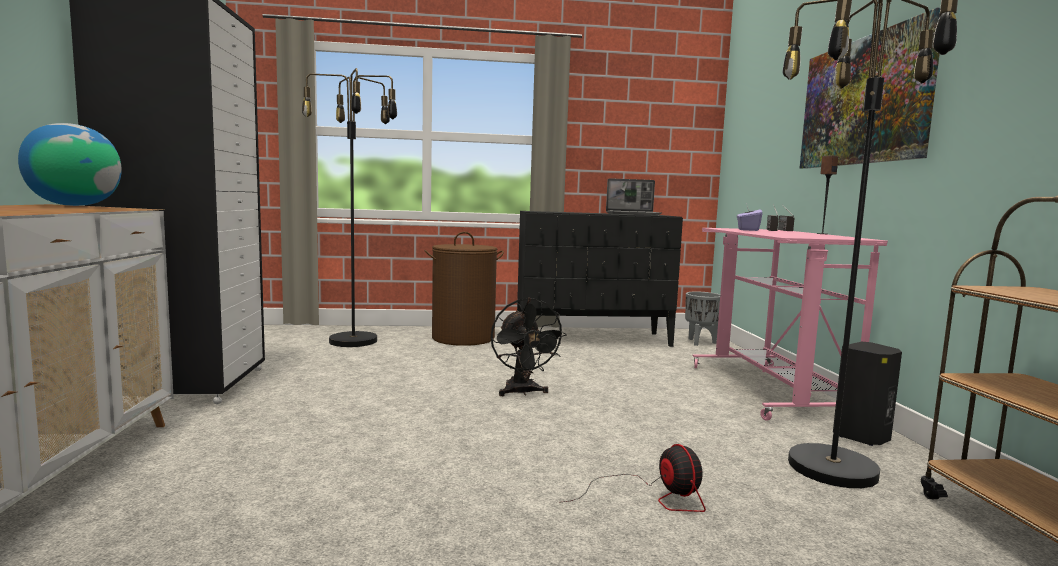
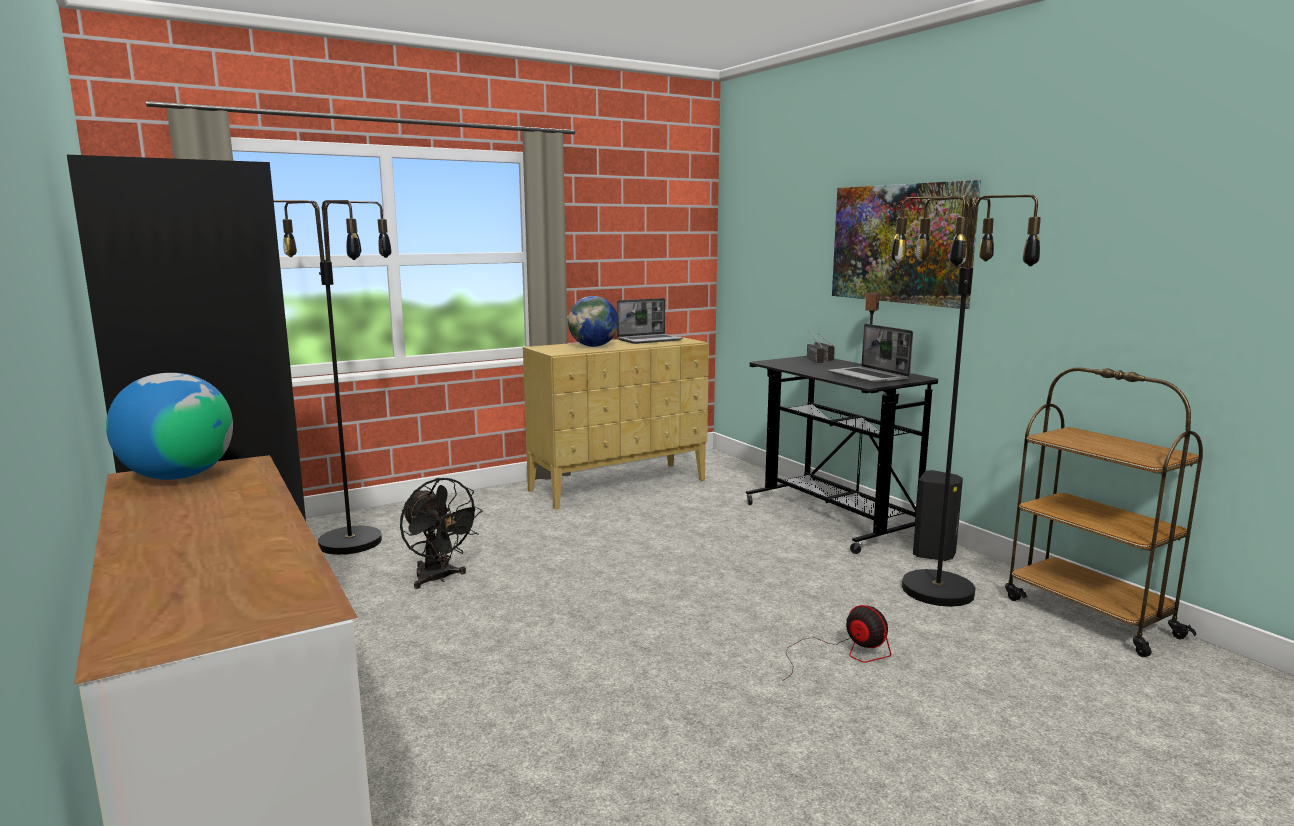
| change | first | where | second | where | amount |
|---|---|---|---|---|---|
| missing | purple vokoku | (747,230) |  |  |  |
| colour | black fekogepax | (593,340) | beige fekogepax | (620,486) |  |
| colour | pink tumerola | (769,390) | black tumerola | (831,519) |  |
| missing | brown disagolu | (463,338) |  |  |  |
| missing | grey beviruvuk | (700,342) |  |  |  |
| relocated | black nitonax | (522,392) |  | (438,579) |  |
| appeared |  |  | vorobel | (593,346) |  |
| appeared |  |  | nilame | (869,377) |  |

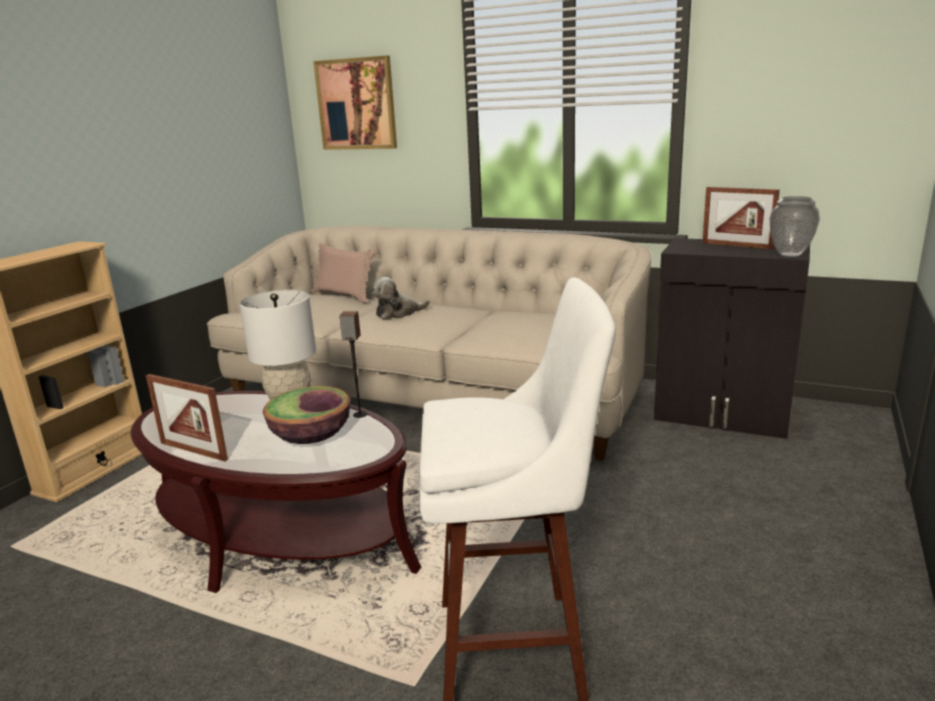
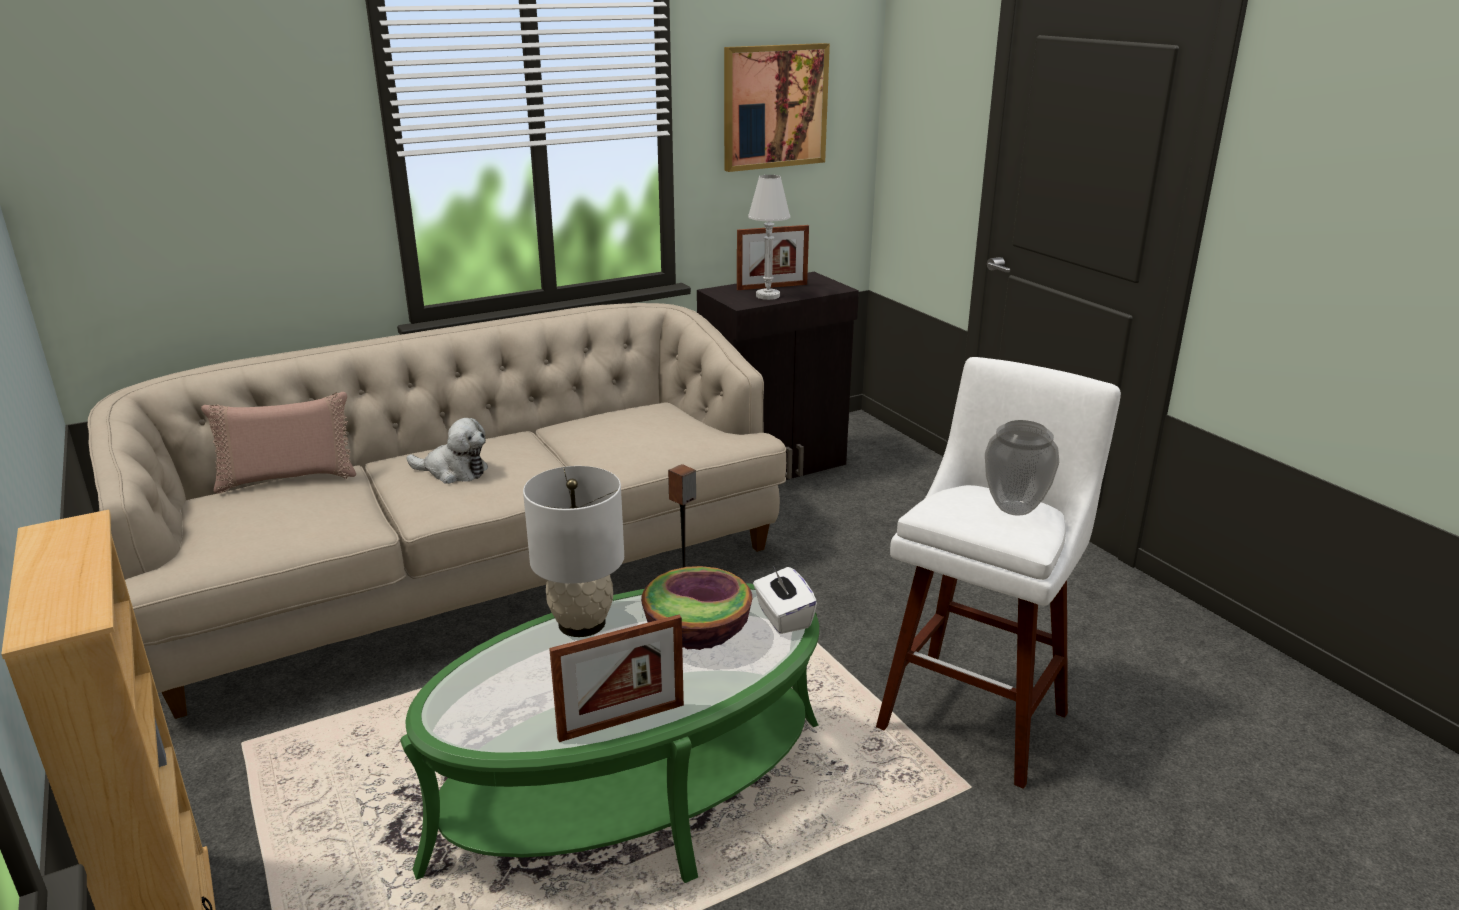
| change | first | where | second | where | amount |
|---|---|---|---|---|---|
| relocated | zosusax | (356,104) |  | (774,106) |  |
| relocated | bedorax | (790,254) |  | (1013,508) |  |
| spun | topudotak | (398,313) |  | (453,471) | 90 degrees counterclockwise |
| colour | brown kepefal | (280,533) | green kepefal | (632,791) |  |
| appeared |  |  | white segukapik | (768,296) |  |
| appeared |  |  | white vokoku | (783,617) |  |

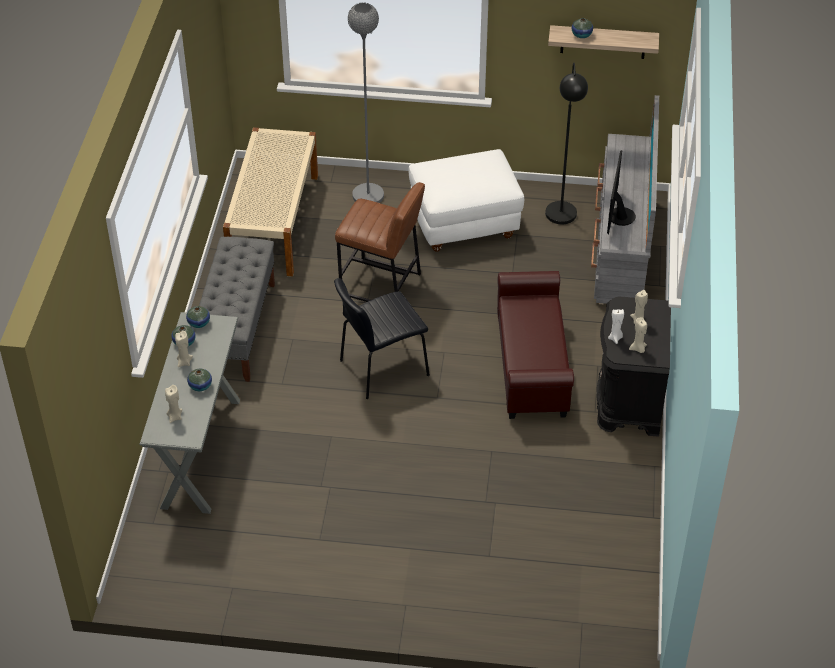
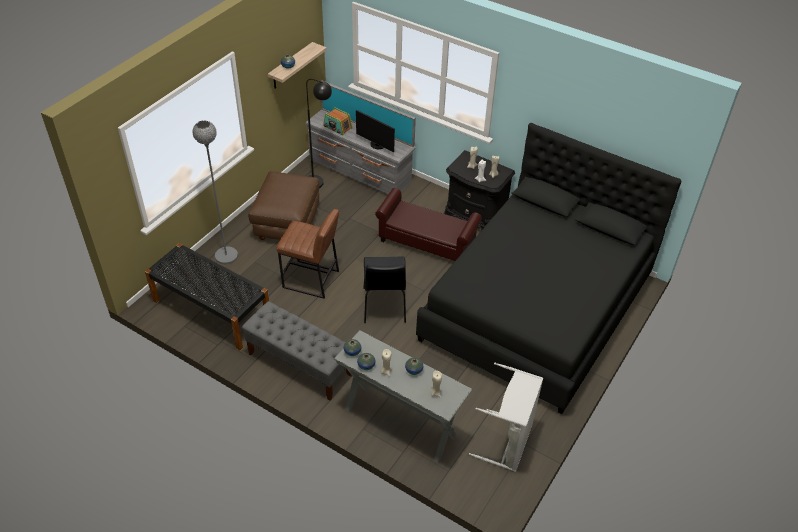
| change | first | where | second | where | amount |
|---|---|---|---|---|---|
| colour | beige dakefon | (273,222) | black dakefon | (211,310) |  |
| colour | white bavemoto | (465,222) | brown bavemoto | (287,223) |  |
| spun | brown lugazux | (381,284) |  | (312,279) | 60 degrees clockwise |
| appeared |  |  | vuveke | (337,127) |  |
| appeared |  |  | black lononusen | (537,307) |  |
| appeared |  |  | grey disagolu | (508,442) |  |

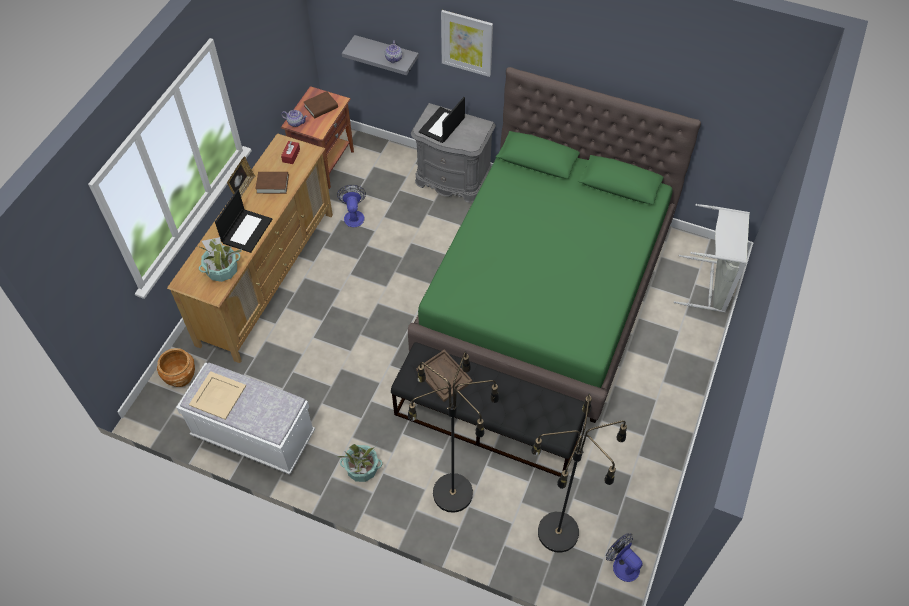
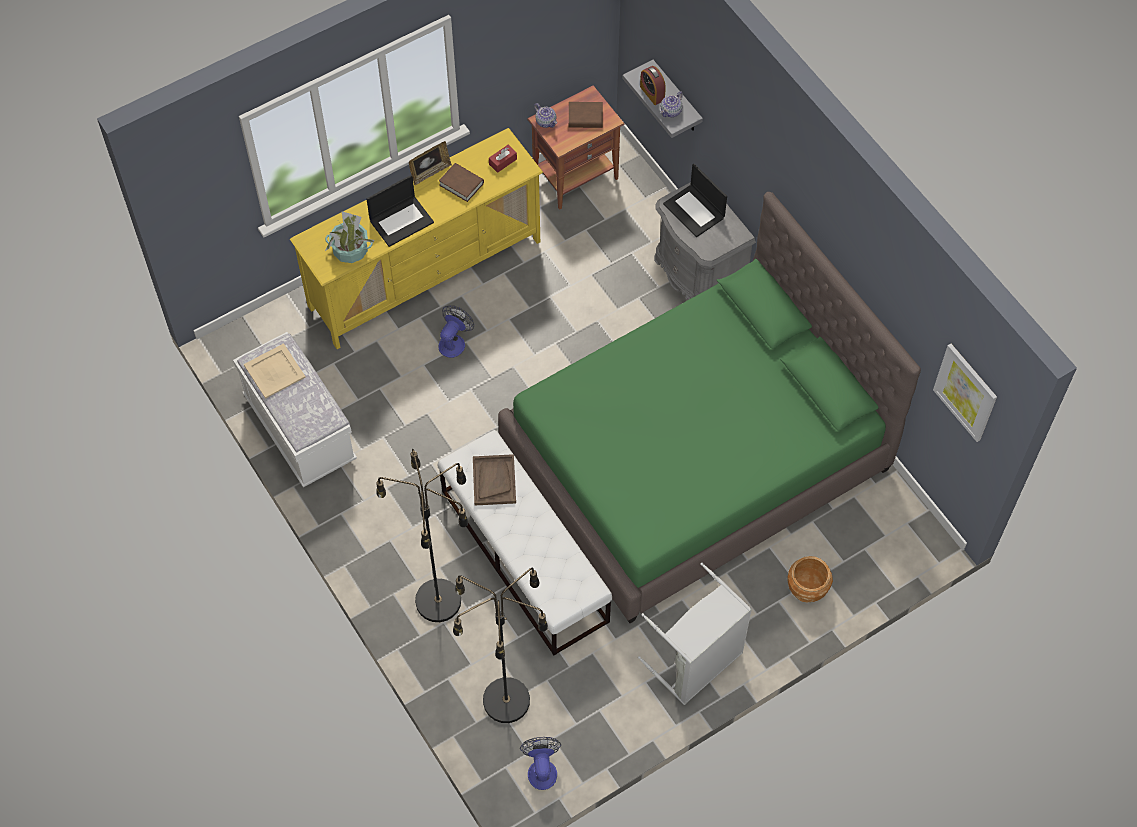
| change | first | where | second | where | amount |
|---|---|---|---|---|---|
| relocated | zosusax | (467,43) |  | (965,392) |  |
| spun | nilame | (442,126) |  | (695,211) | 105 degrees counterclockwise |
| colour | brown fekogepax | (267,277) | yellow fekogepax | (425,274) |  |
| relocated | nitonax | (353,215) |  | (454,341) |  |
| relocated | grey disagolu | (709,285) |  | (697,663) |  |
| colour | black dakefon | (488,423) | white dakefon | (524,556) |  |
| relocated | brown beviruvuk | (180,376) |  | (807,589) |  |
| missing | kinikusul | (362,468) |  |  |  |
| appeared |  |  | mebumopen | (652,93) |  |

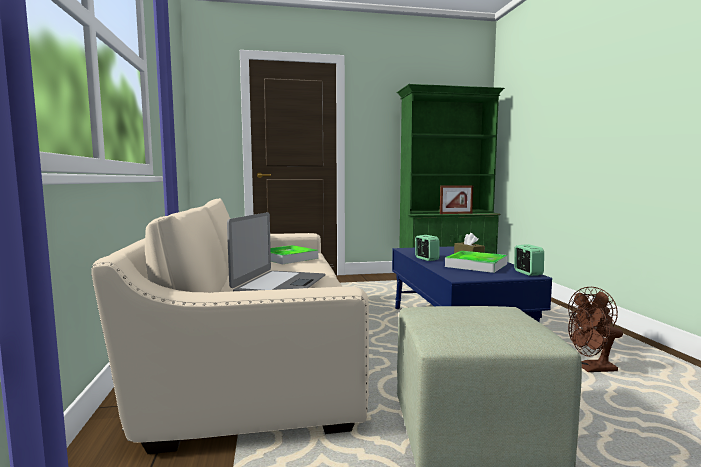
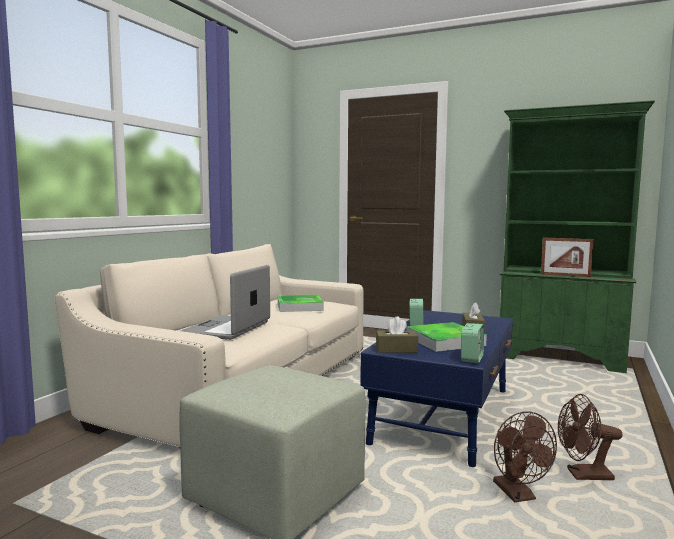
| change | first | where | second | where | amount |
|---|---|---|---|---|---|
| spun | nilame | (280,285) |  | (228,328) | 150 degrees clockwise |
| spun | brown nitonax | (591,369) |  | (518,495) | 135 degrees counterclockwise |
| appeared |  |  | brown vokoku | (396,349) |  |

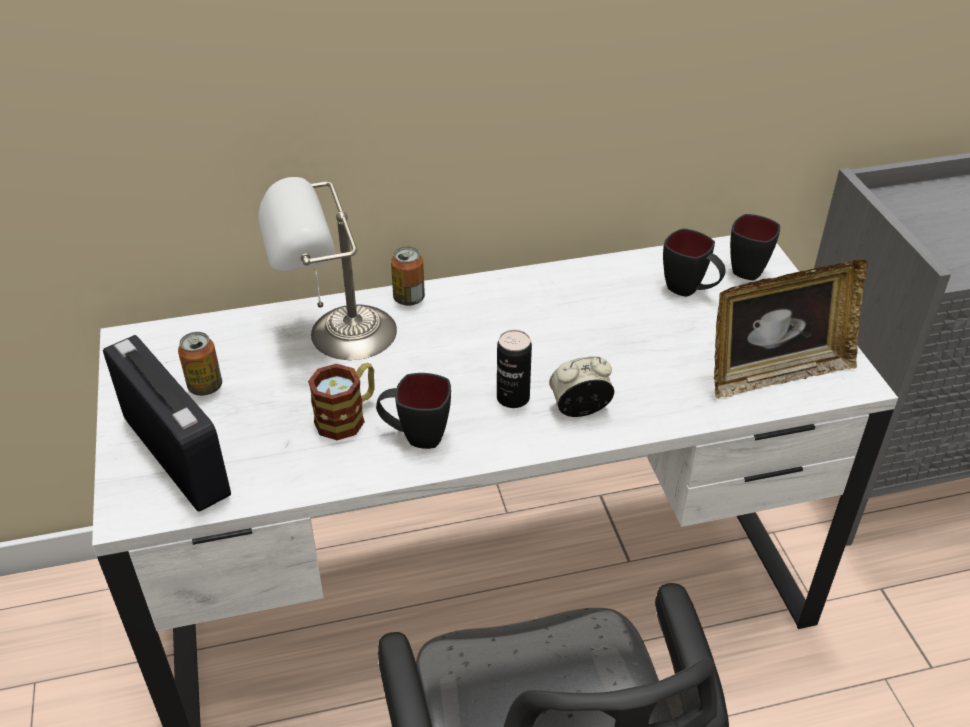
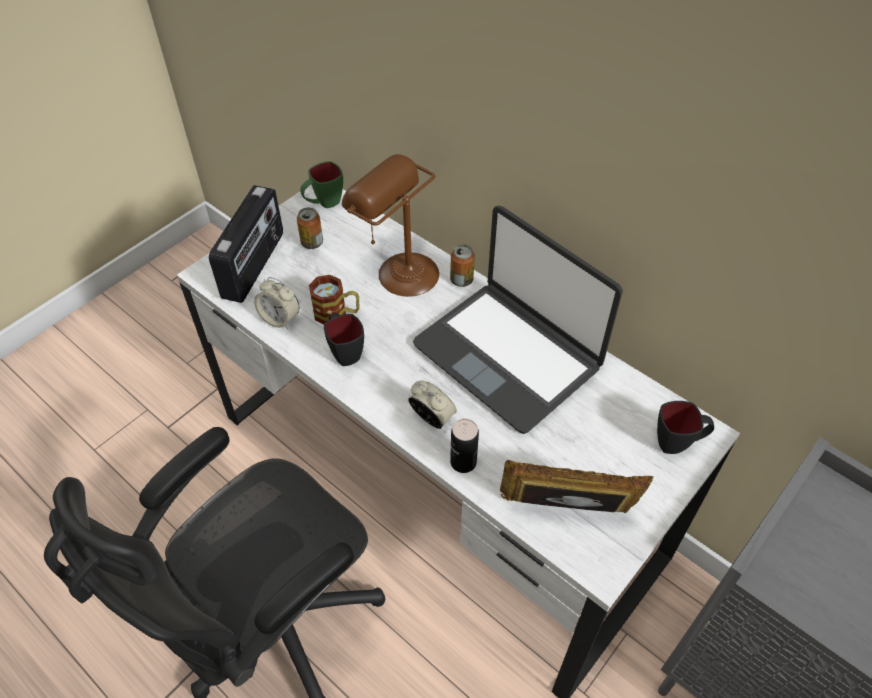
| change | first | where | second | where | amount |
|---|---|---|---|---|---|
| colour | white segukapik | (335,337) | brown segukapik | (397,269) |  |
| missing | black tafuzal | (690,291) |  |  |  |
| spun | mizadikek | (776,373) |  | (565,513) | 150 degrees clockwise |
| relocated | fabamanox | (513,398) |  | (463,462) |  |
| appeared |  |  | green tafuzal | (323,203) |  |
| appeared |  |  | nilame | (508,355) |  |
| appeared |  |  | mebumopen | (280,319) |  |

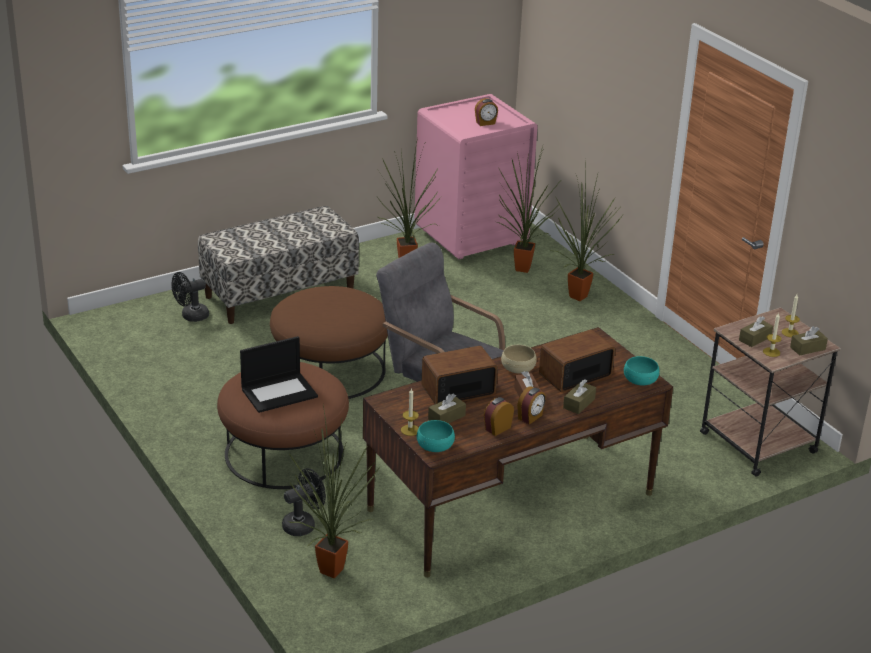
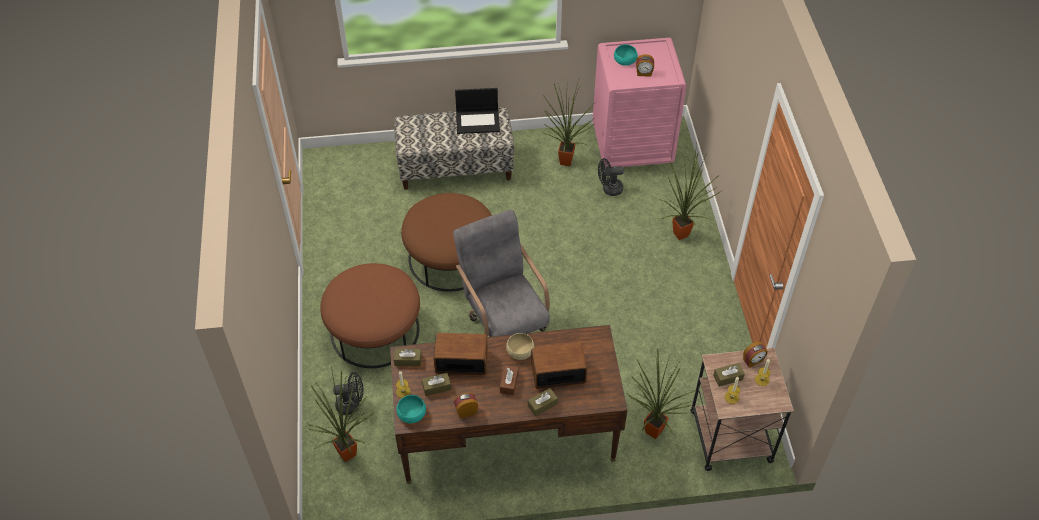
| change | first | where | second | where | amount |
|---|---|---|---|---|---|
| relocated | kinikusul | (521,270) |  | (651,434) |  |
| relocated | black nitonax | (191,316) |  | (609,189) |  |
| relocated | brown vokoku | (807,348) |  | (408,360) |  |
| relocated | nilame | (279,392) |  | (478,121) |  |
| relocated | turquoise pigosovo | (640,380) |  | (625,60) |  |
| relocated | mebumopen | (530,417) |  | (753,361) |  |

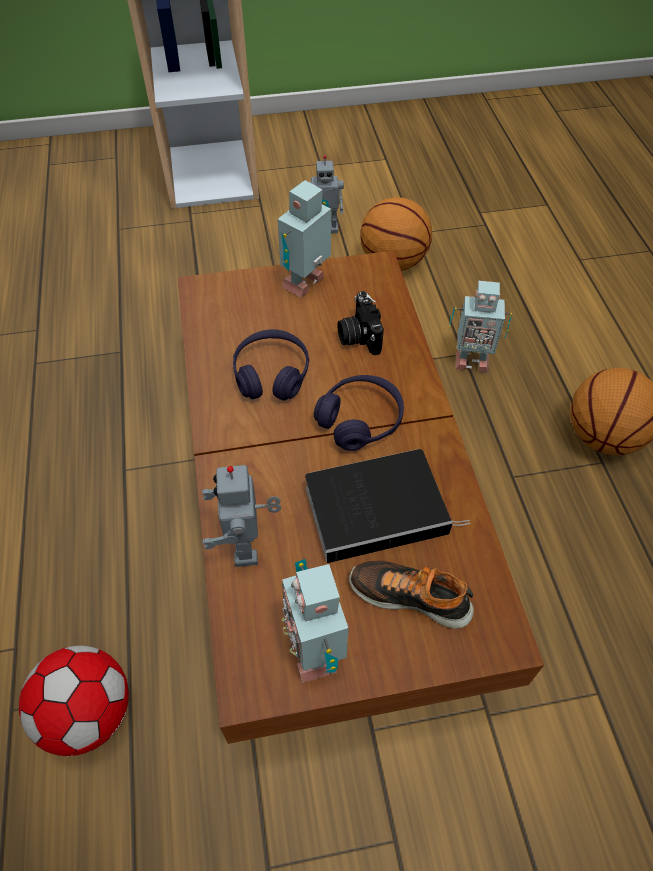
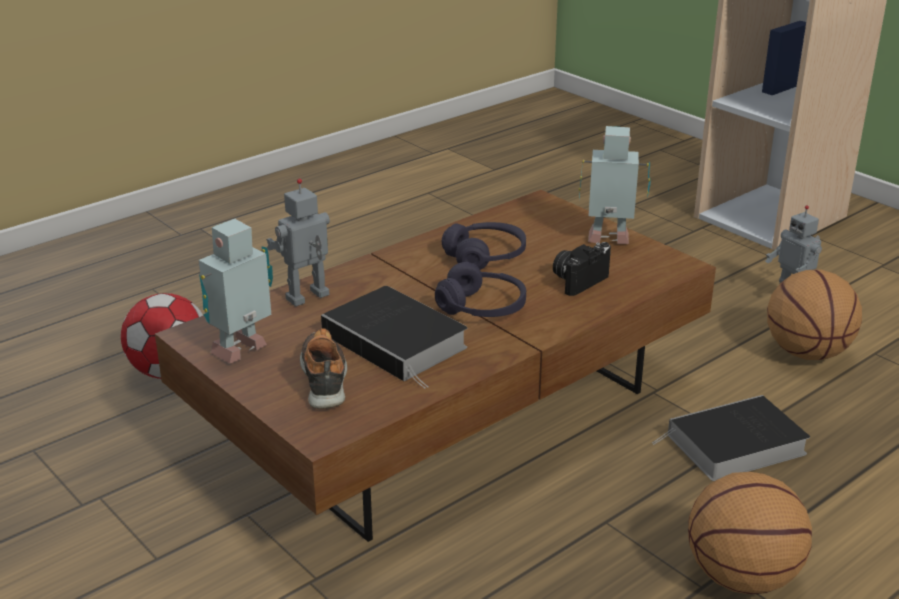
| change | first | where | second | where | amount |
|---|---|---|---|---|---|
| exchanged | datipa | (470,360) | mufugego | (733,446) |  |

